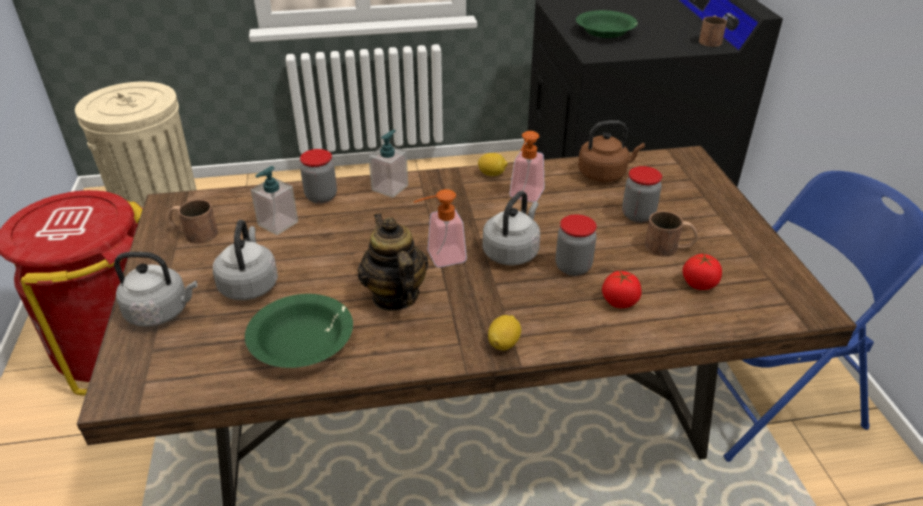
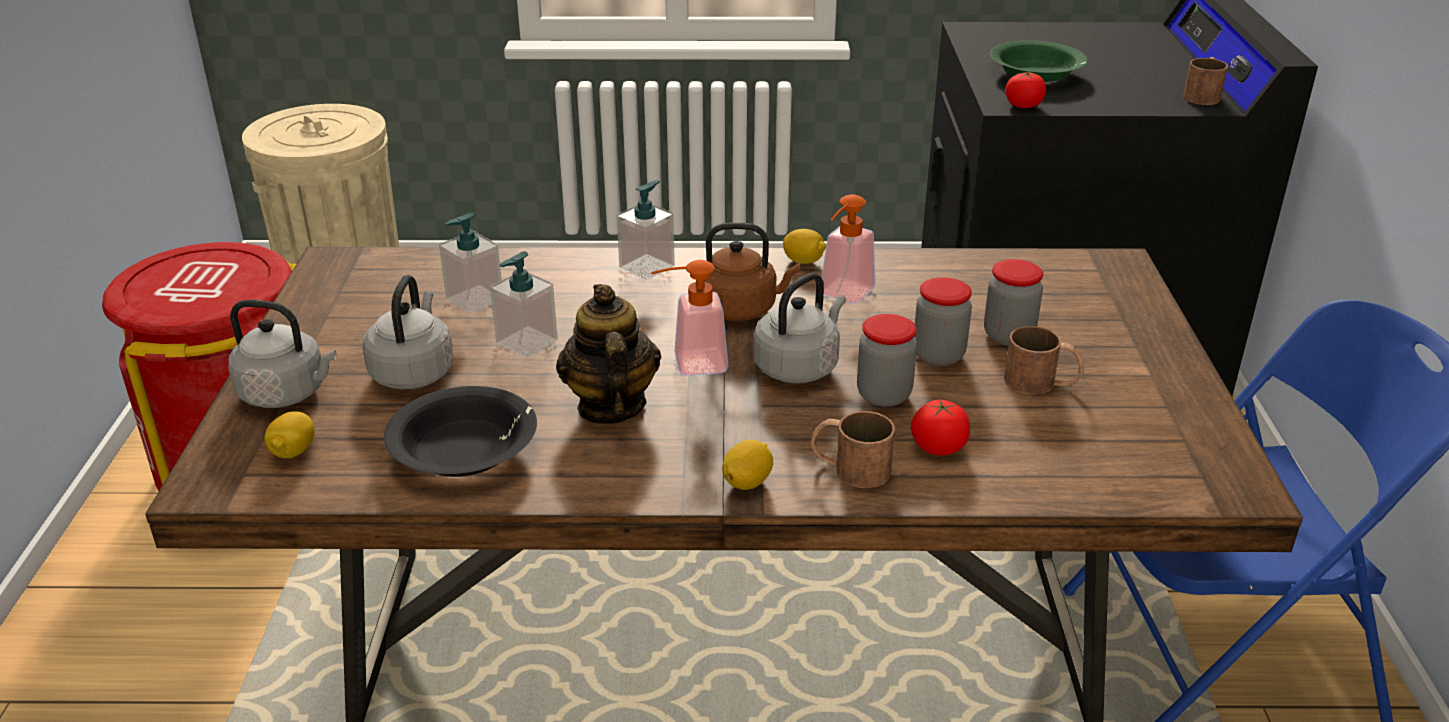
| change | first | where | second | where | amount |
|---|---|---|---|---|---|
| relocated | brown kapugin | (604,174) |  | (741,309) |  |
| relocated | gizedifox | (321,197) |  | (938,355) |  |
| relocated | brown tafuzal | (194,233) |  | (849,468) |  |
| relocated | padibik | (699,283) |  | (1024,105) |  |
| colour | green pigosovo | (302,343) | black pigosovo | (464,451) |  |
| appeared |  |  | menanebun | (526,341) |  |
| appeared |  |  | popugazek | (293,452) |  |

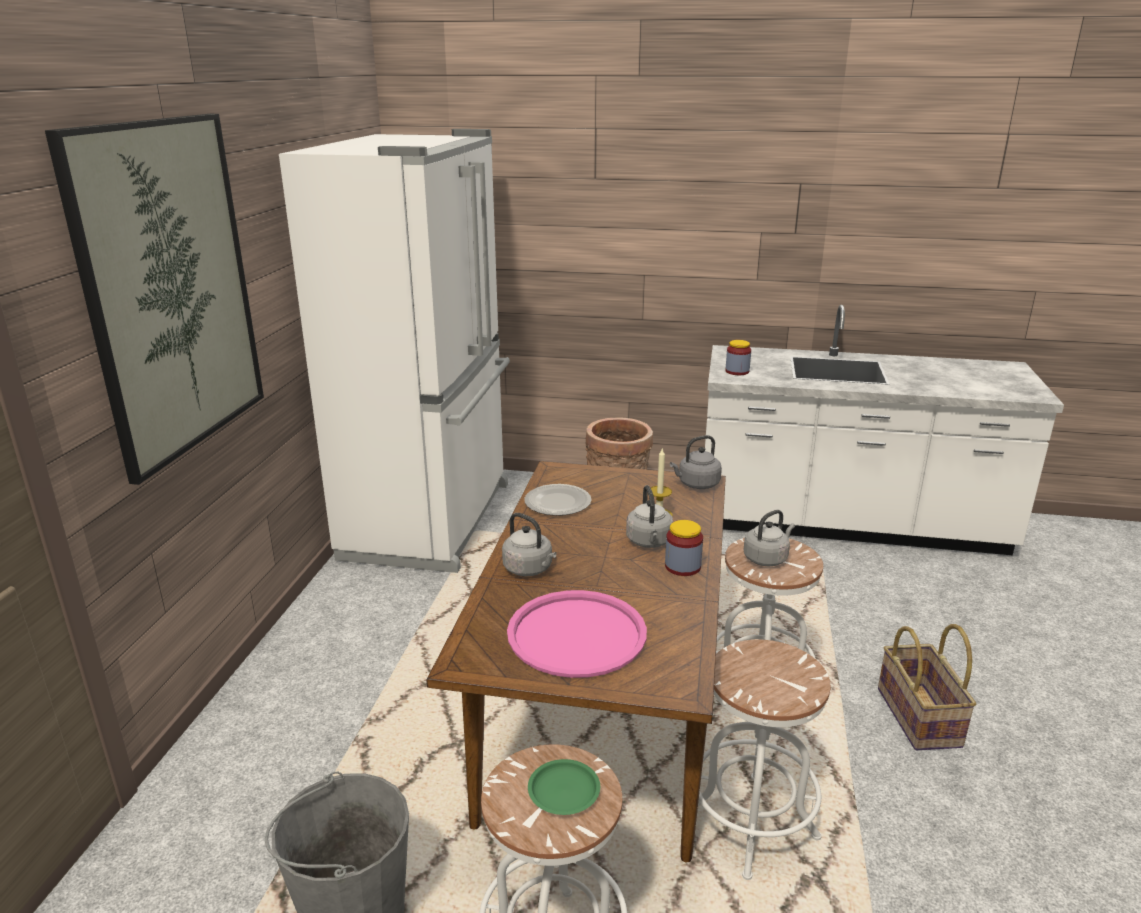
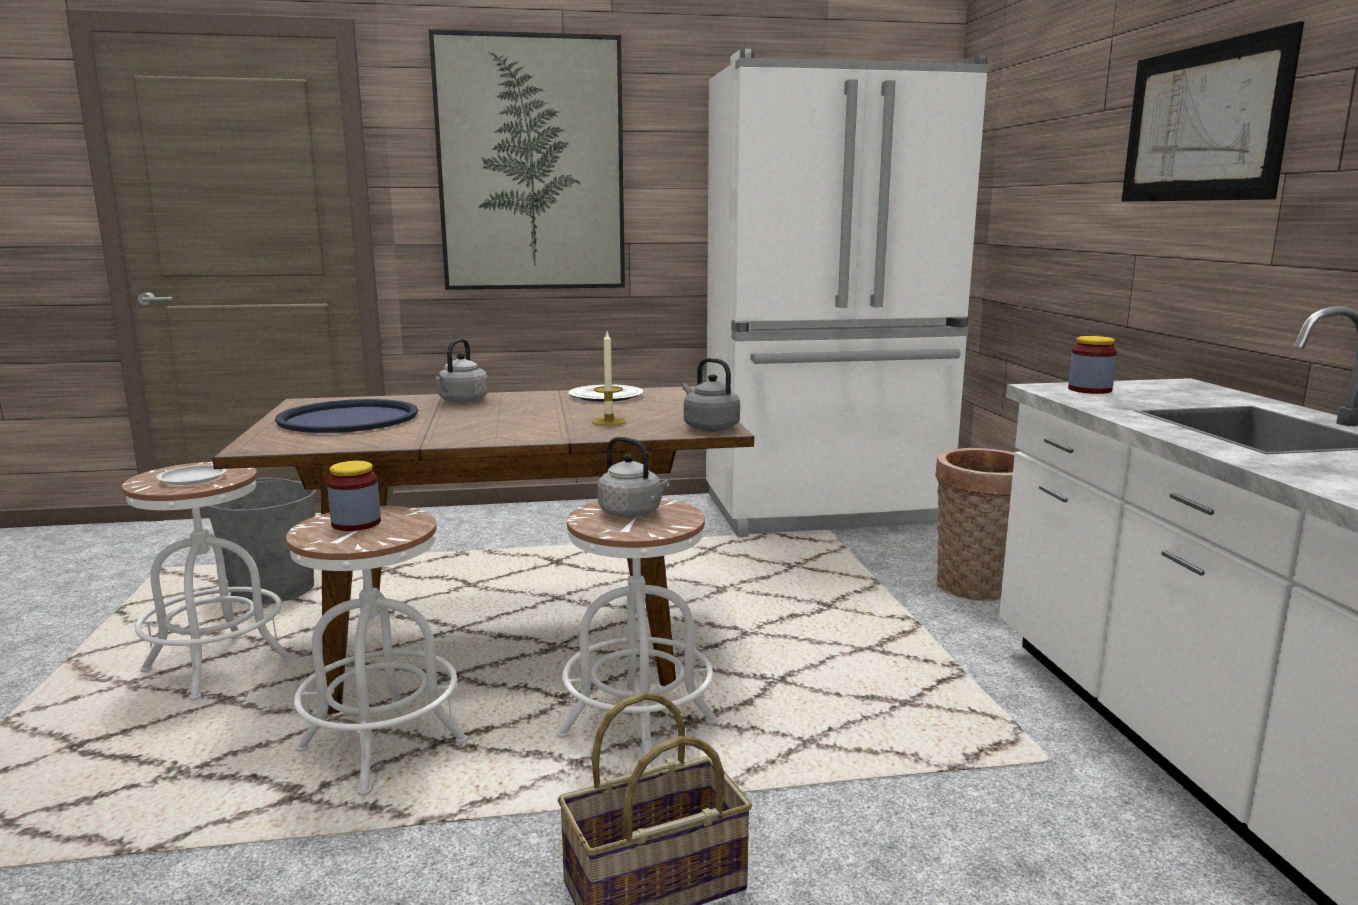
| change | first | where | second | where | amount |
|---|---|---|---|---|---|
| missing | grey kapugin | (649,542) |  |  |  |
| relocated | gizedifox | (682,566) |  | (356,523) |  |
| colour | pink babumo | (576,635) | blue babumo | (348,419) |  |
| colour | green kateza | (564,791) | white kateza | (193,479) |  |
| appeared |  |  | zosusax | (1202,123) |  |

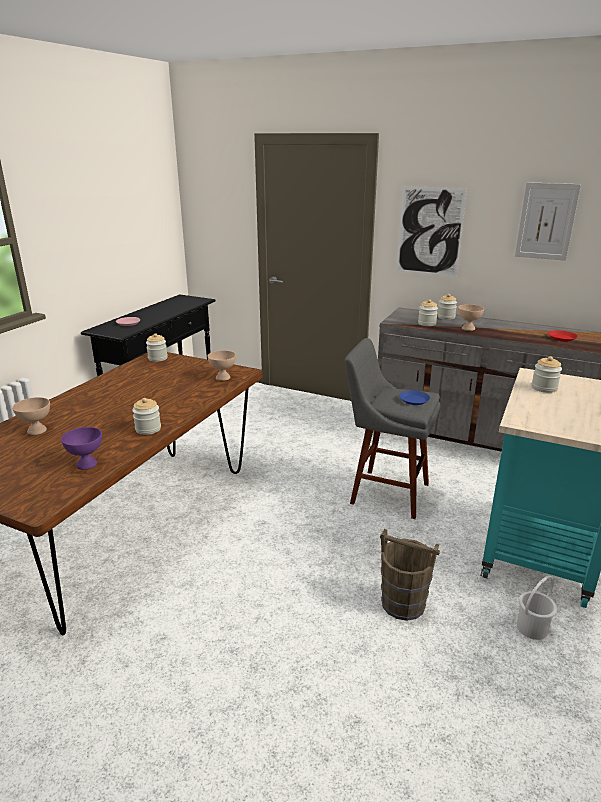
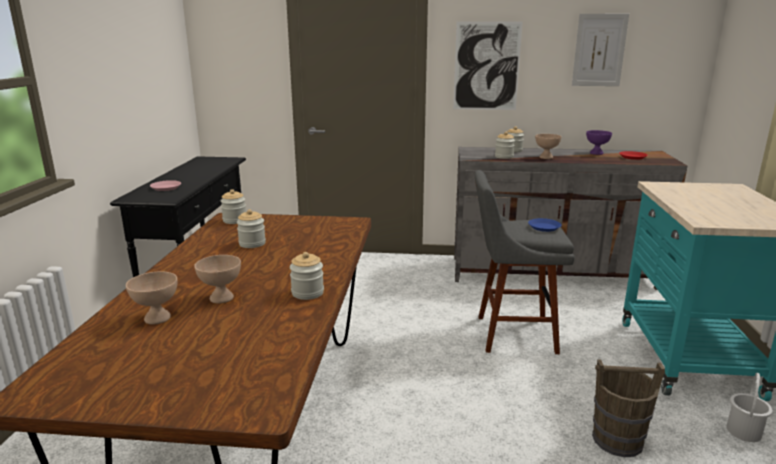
| change | first | where | second | where | amount |
|---|---|---|---|---|---|
| relocated | beige pigosovo | (223,377) |  | (222,297) |  |
| relocated | gizedifox | (544,388) |  | (252,243) |  |
| relocated | purple pigosovo | (87,464) |  | (596,153) |  |

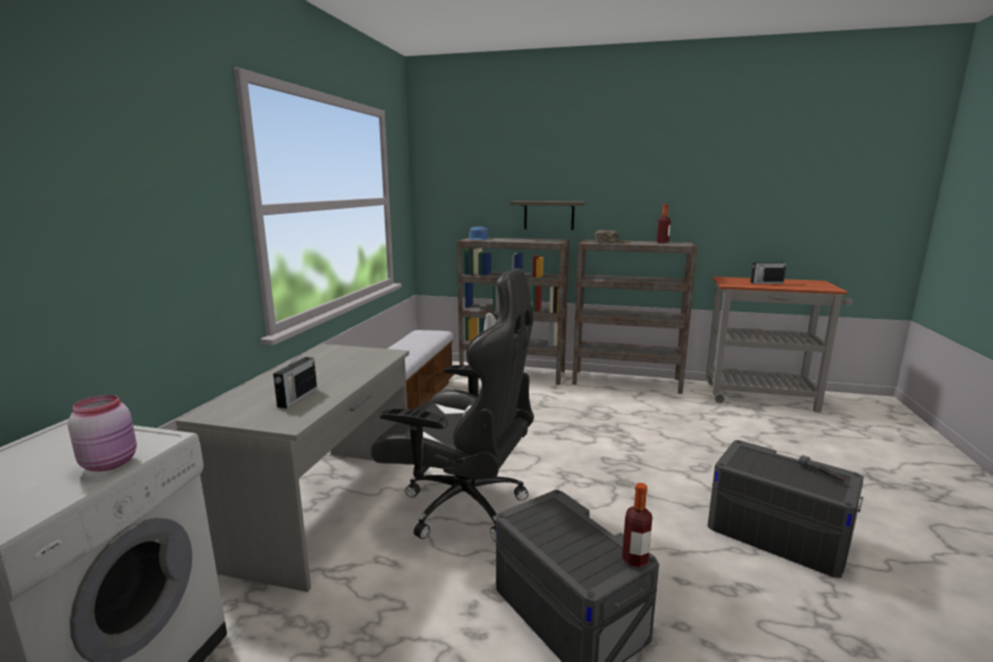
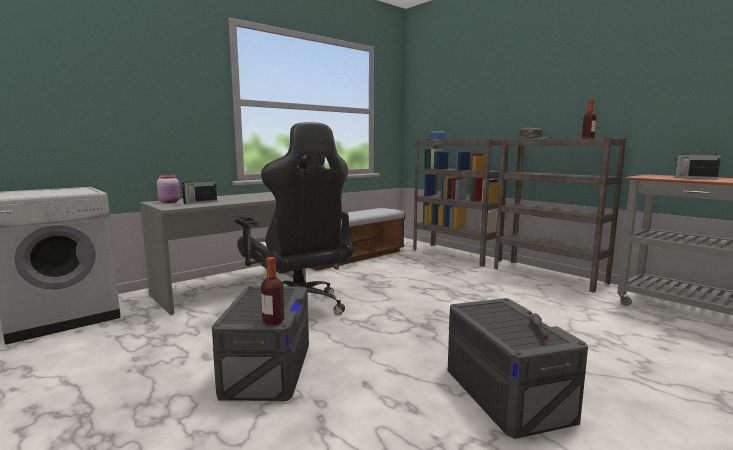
| change | first | where | second | where | amount |
|---|---|---|---|---|---|
| missing | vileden | (549,215) |  |  |  |
| relocated | pink gizedifox | (111,462) |  | (170,202) |  |

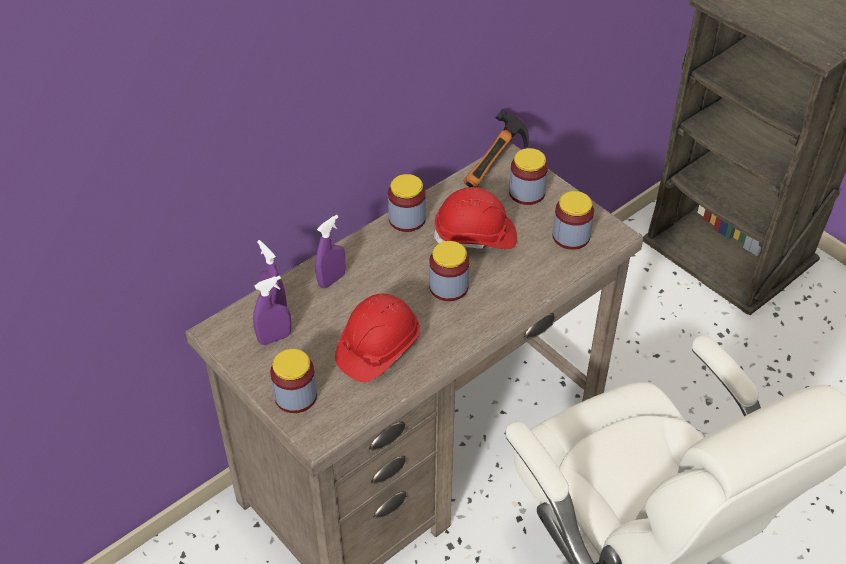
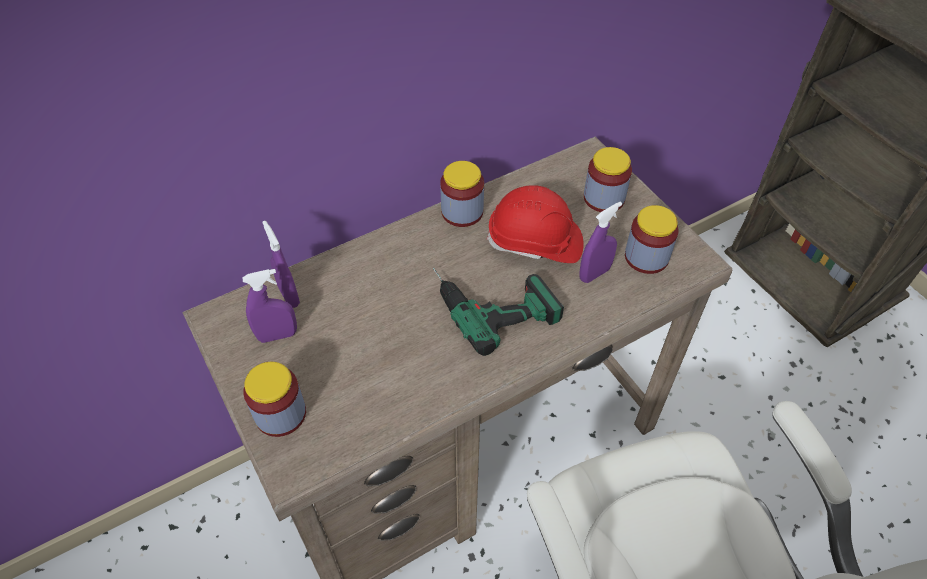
| change | first | where | second | where | amount |
|---|---|---|---|---|---|
| missing | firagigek | (497,166) |  |  |  |
| relocated | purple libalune | (332,280) |  | (594,274) |  |
| exchanged | gizedifox | (448,287) | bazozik | (491,300) |  |
| missing | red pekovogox | (377,348) |  |  |  |

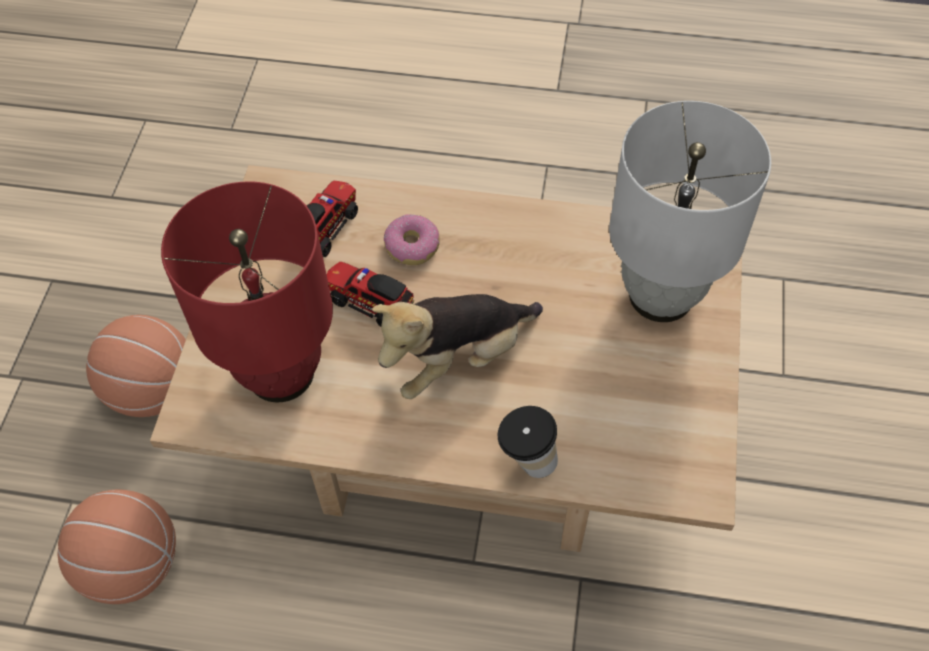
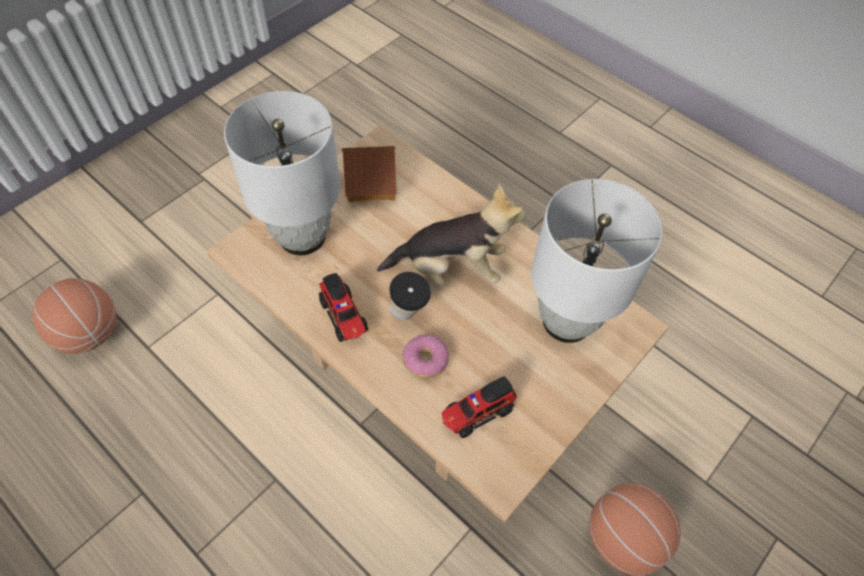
| change | first | where | second | where | amount |
|---|---|---|---|---|---|
| colour | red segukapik | (281,373) | white segukapik | (566,321) |  |
| relocated | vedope | (370,302) |  | (344,318) |  |
| relocated | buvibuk | (527,462) |  | (409,314) |  |
| relocated | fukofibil | (133,565) |  | (89,333) |  |
| appeared |  |  | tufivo | (370,181) |  |

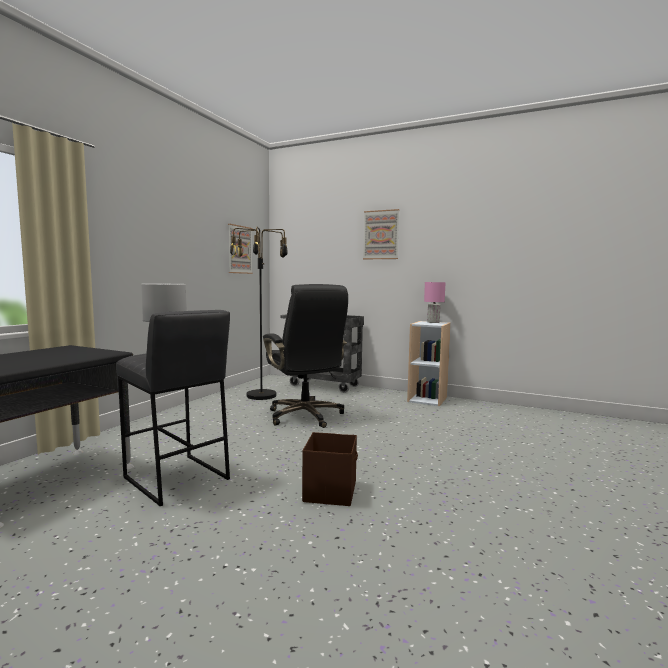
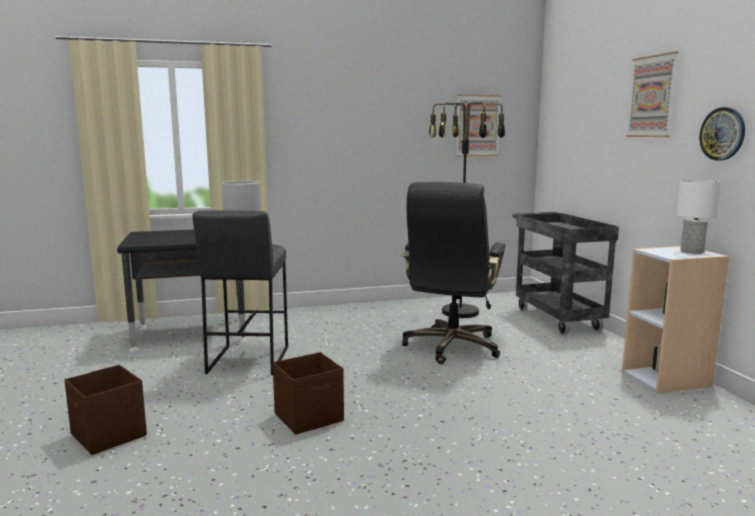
| change | first | where | second | where | amount |
|---|---|---|---|---|---|
| colour | pink segukapik | (433,322) | white segukapik | (692,251) |  |
| appeared |  |  | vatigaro | (722,134) |  |
| appeared |  |  | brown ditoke | (108,435) |  |

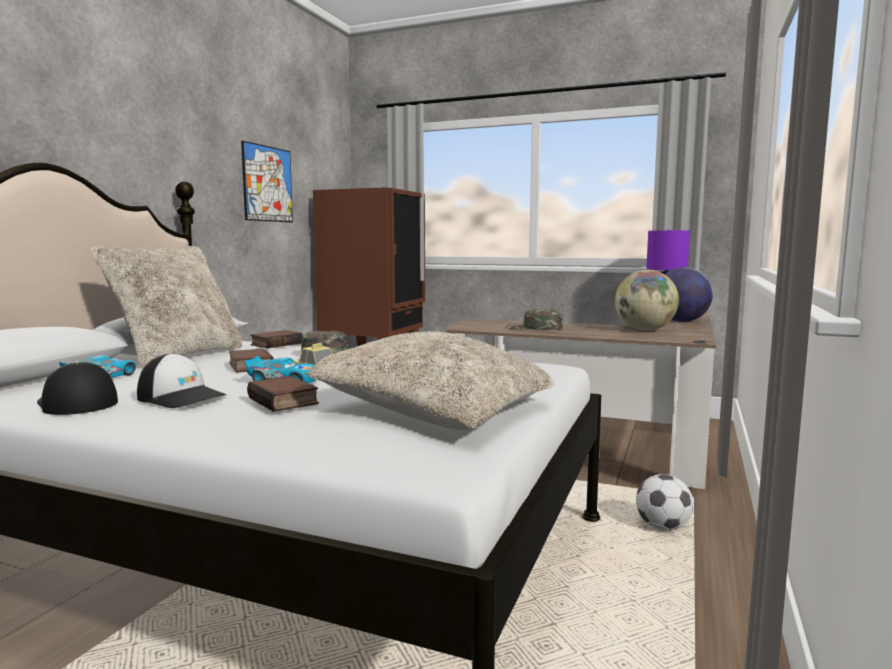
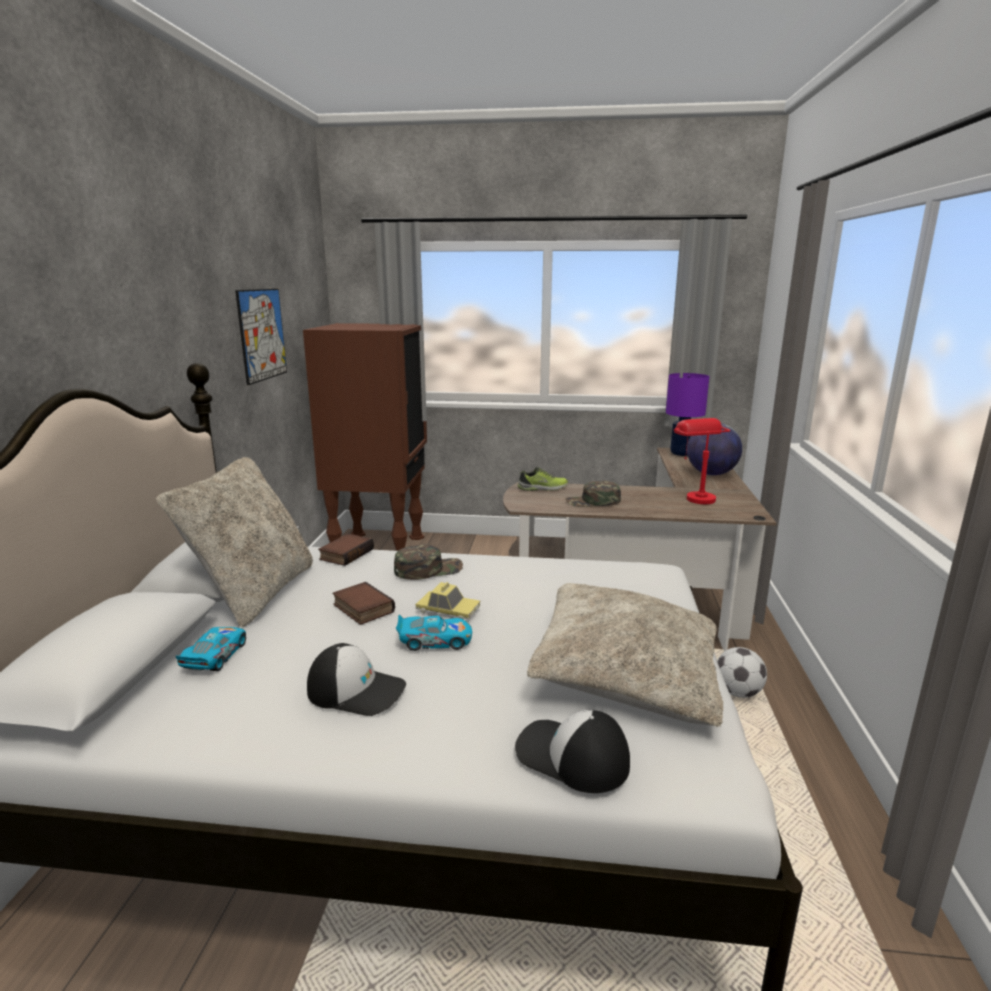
| change | first | where | second | where | amount |
|---|---|---|---|---|---|
| exchanged | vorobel | (644,330) | red segukapik | (694,496) |  |
| relocated | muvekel | (76,403) |  | (571,756) |  |
| missing | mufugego | (285,401) |  |  |  |
| appeared |  |  | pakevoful | (542,488) |  |

